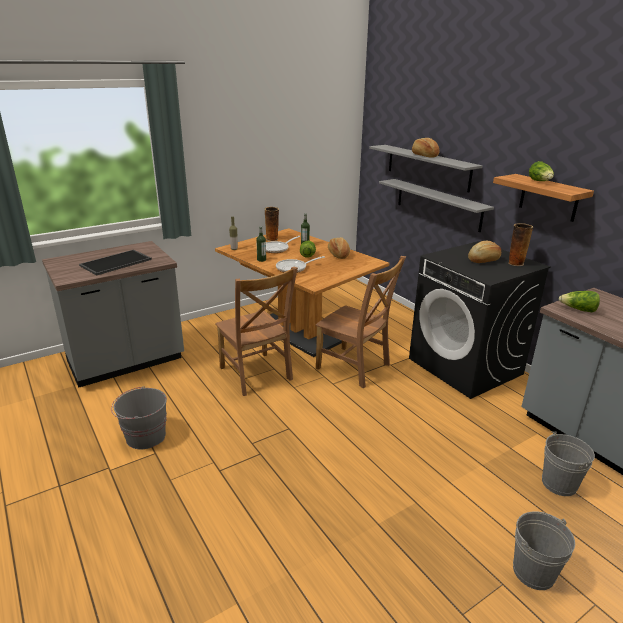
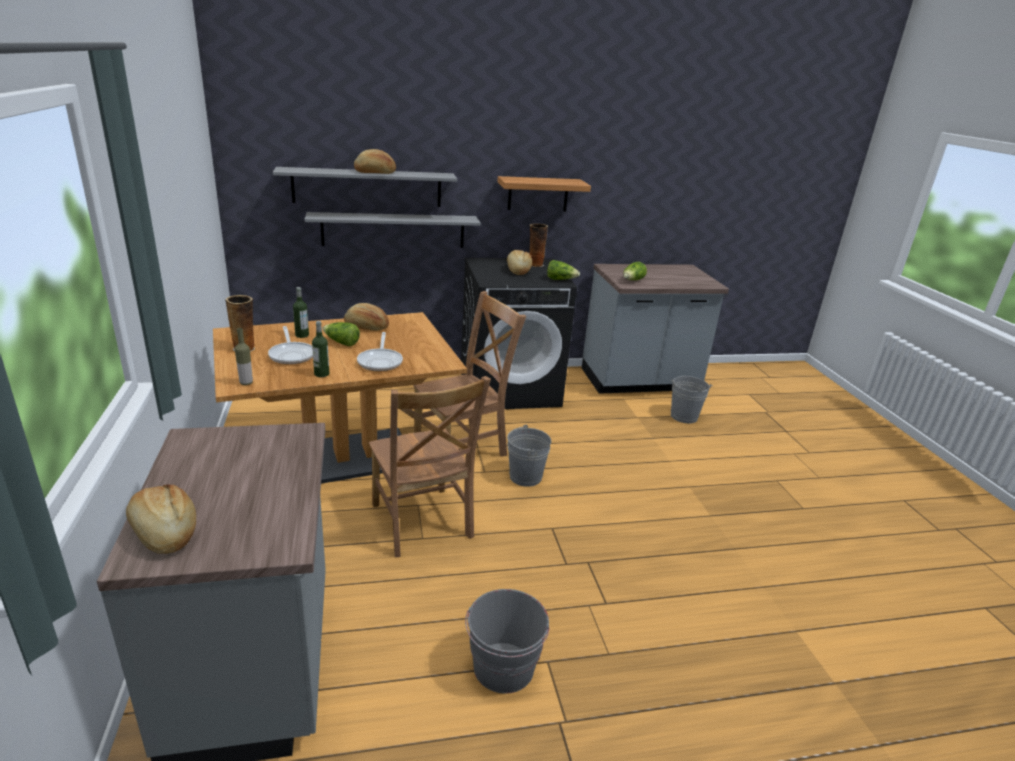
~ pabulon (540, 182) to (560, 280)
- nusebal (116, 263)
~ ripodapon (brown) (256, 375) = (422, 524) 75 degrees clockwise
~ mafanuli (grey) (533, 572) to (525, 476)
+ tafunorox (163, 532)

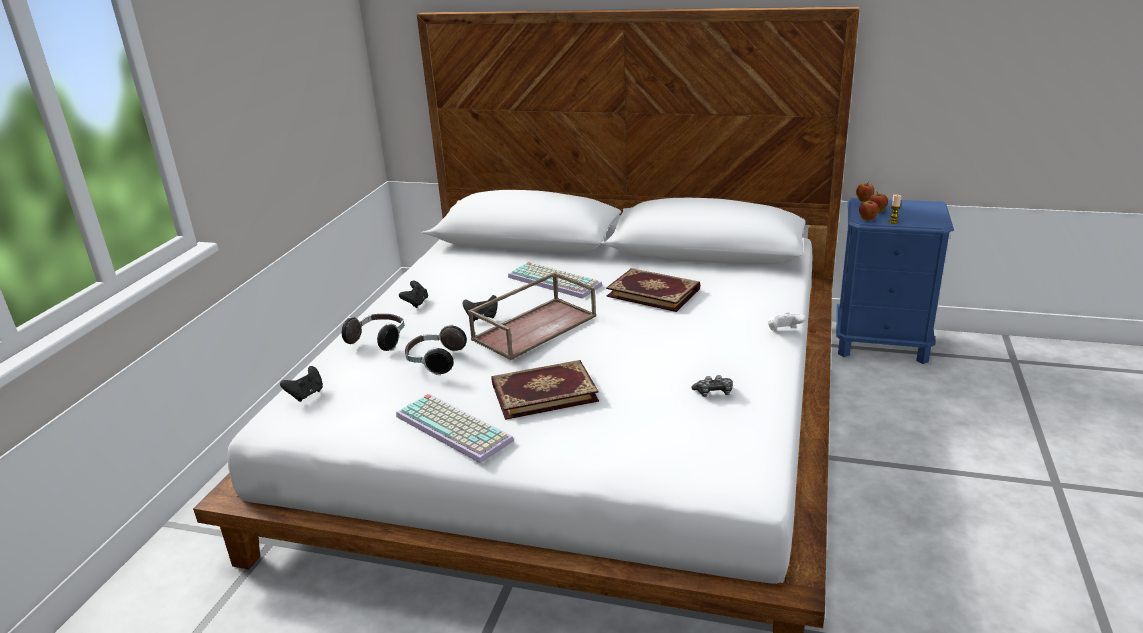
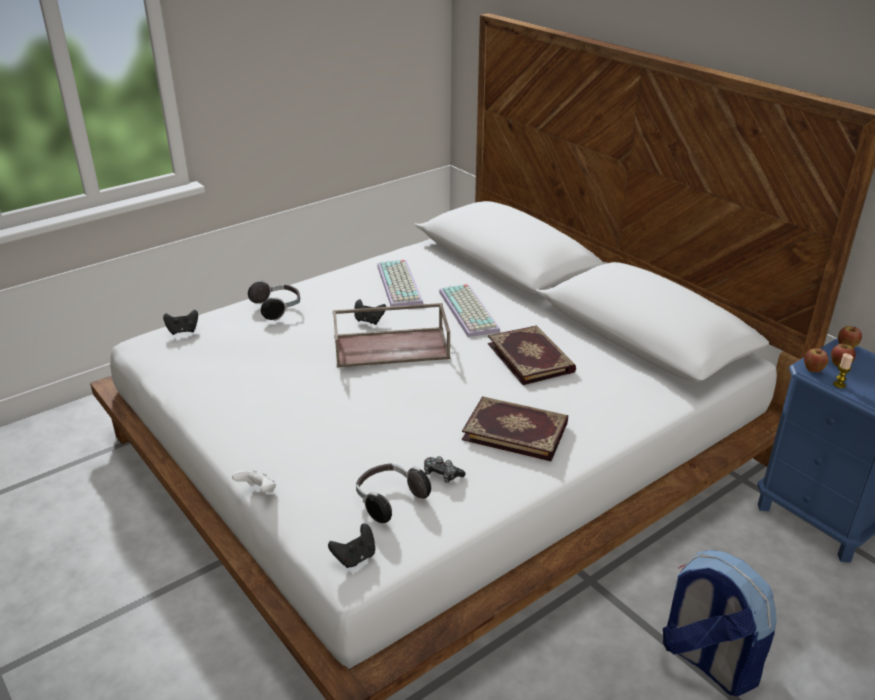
~ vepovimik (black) (416, 303) to (355, 557)
~ vepovimik (white) (783, 331) to (258, 491)
~ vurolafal (435, 361) to (389, 500)
~ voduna (544, 392) to (515, 430)
~ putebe (456, 428) to (401, 285)
+ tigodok (707, 661)

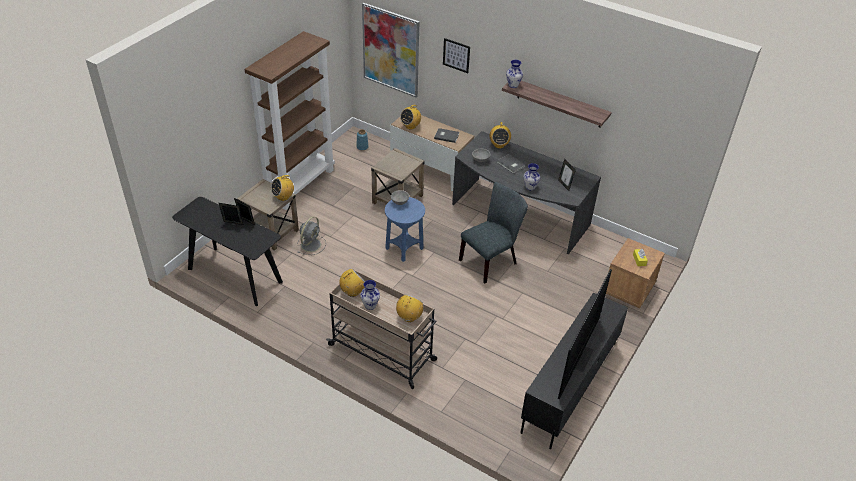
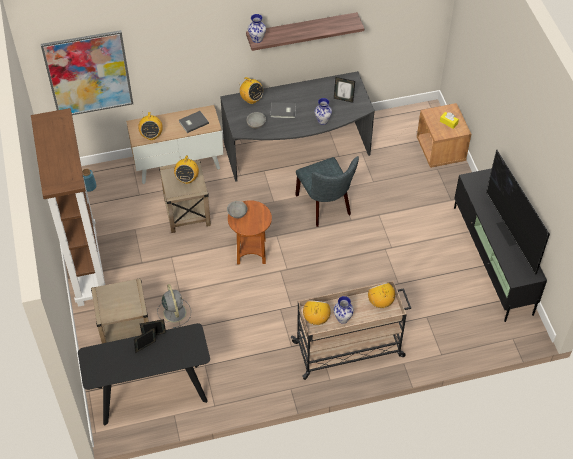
- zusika (456, 55)
~ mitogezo (283, 197) to (187, 179)
~ ripodapon (grey) (491, 260) = (325, 207) 150 degrees clockwise
~ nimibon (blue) (404, 249) to nimibon (brown) (251, 252)

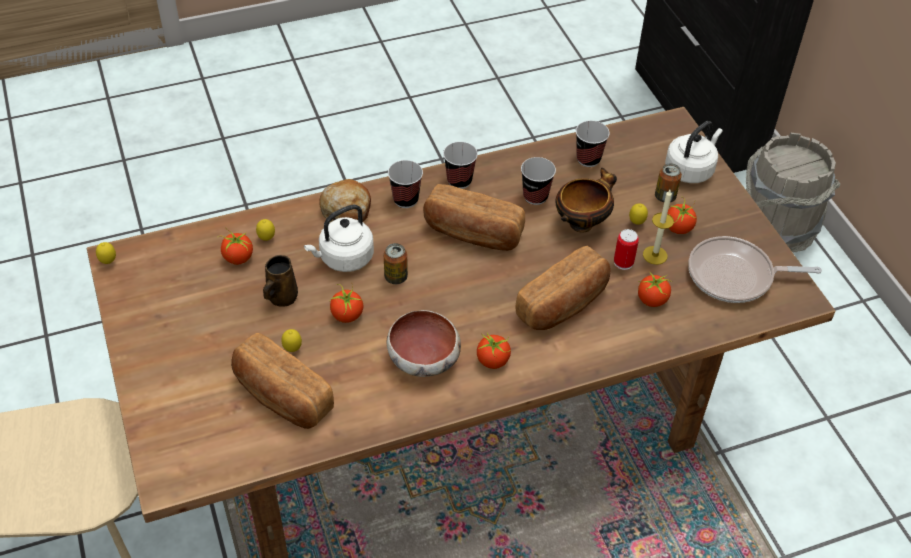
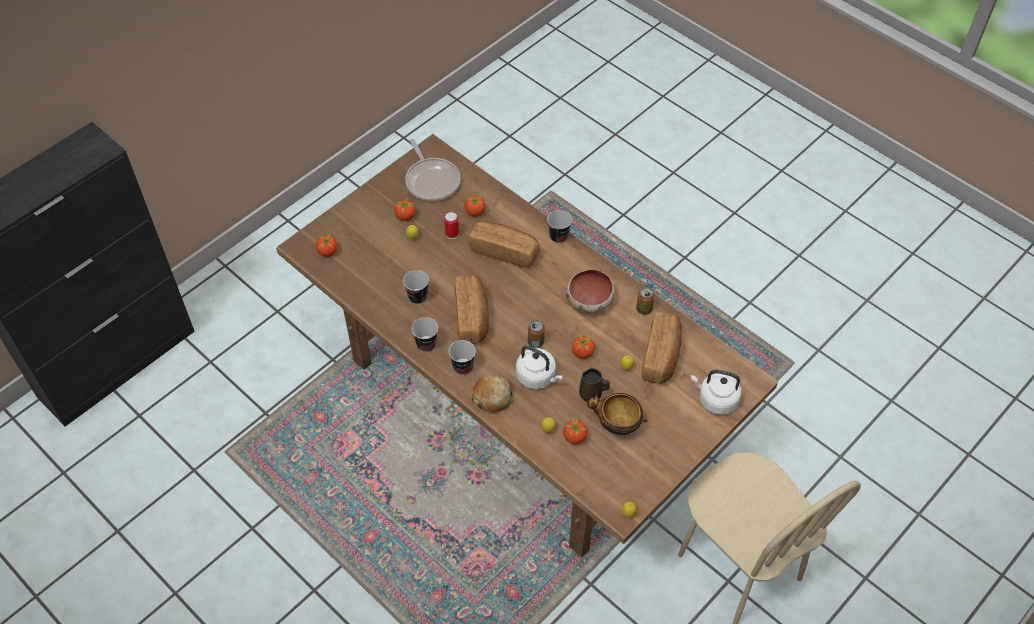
~ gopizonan (588, 159) to (558, 237)
~ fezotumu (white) (690, 169) to (715, 400)
- mafanuli (grey) (776, 228)
~ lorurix (665, 197) to (644, 309)
~ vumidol (582, 222) to (616, 426)
- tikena (655, 255)
~ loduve (493, 361) to (328, 252)

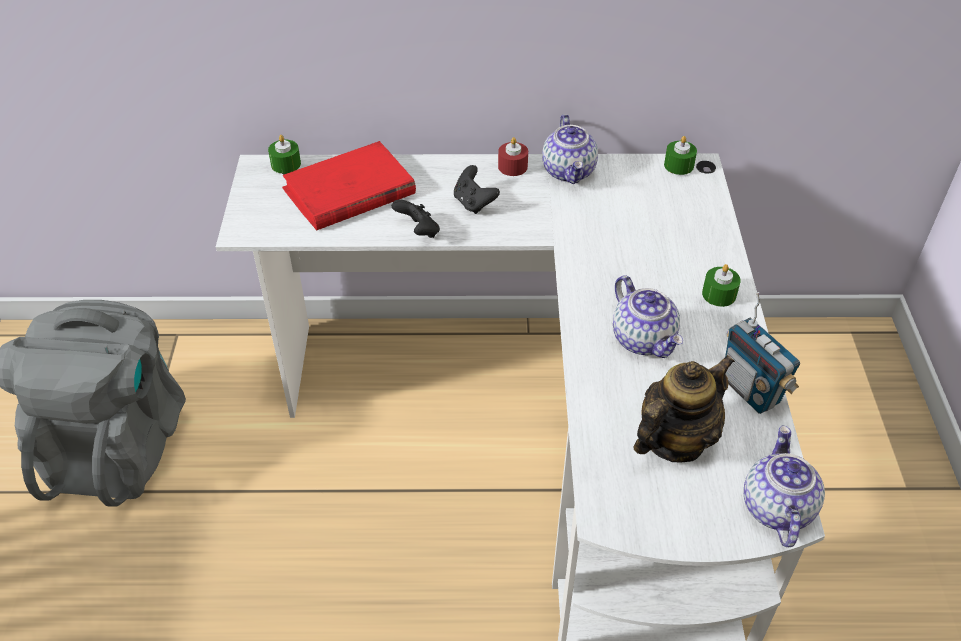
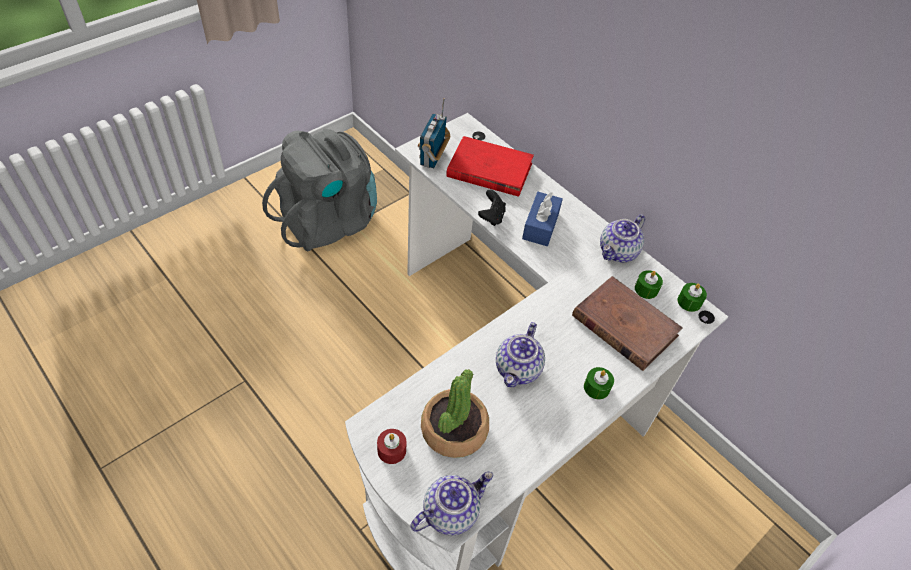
~ tikena (green) (286, 164) to (646, 289)
~ tikena (red) (512, 166) to (391, 450)
~ vepovimik (black) (474, 203) to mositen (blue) (540, 226)
~ mitogezo (751, 391) to (432, 158)
~ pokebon (674, 440) to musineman (454, 429)
+ voduna (brown) (624, 325)

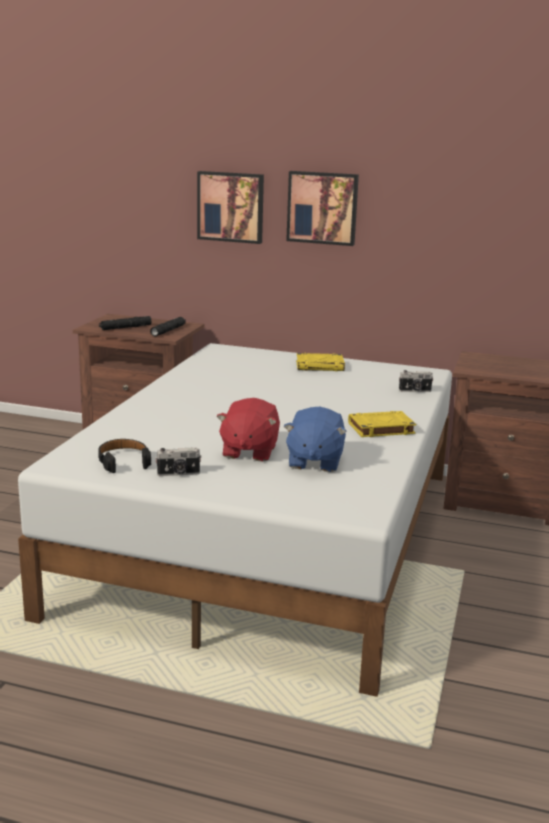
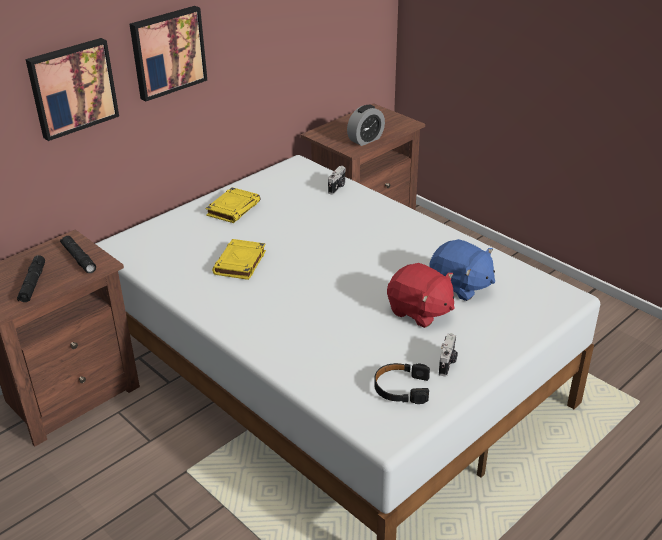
~ voduna (yellow) (380, 428) to (240, 263)
+ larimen (365, 140)

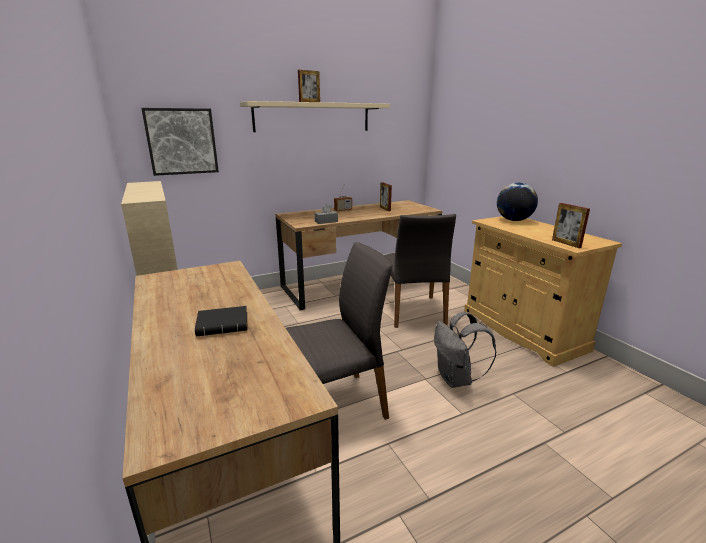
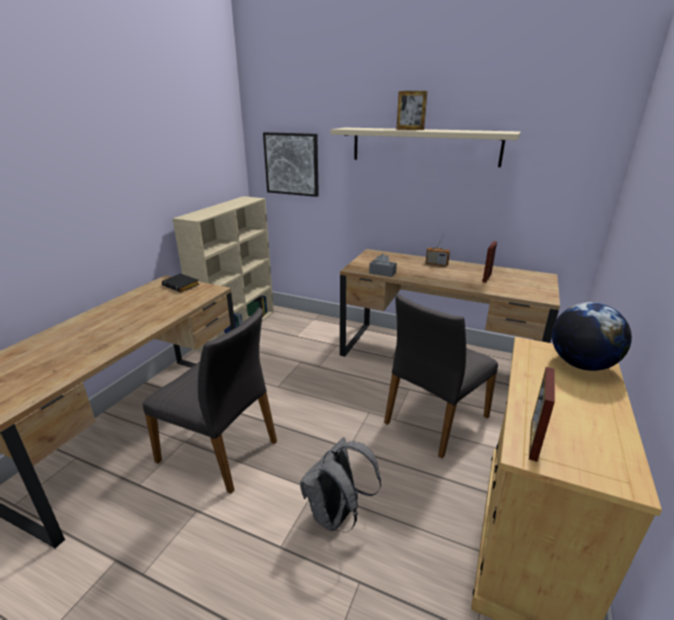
~ voduna (black) (224, 325) to (182, 286)

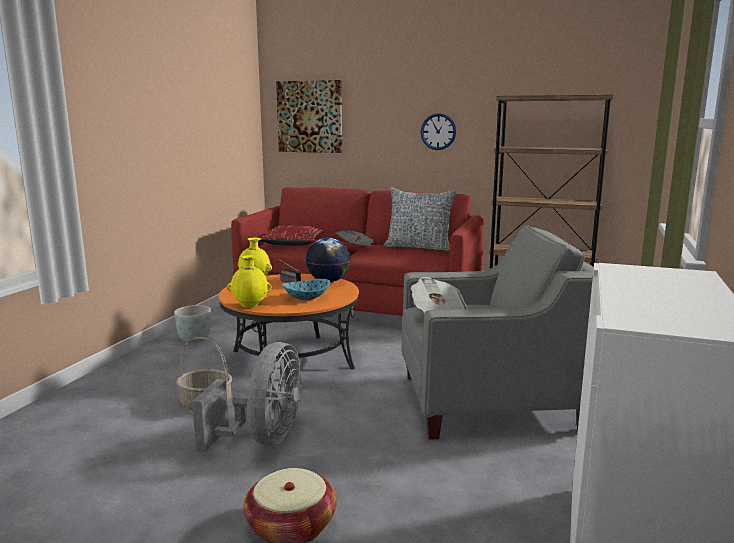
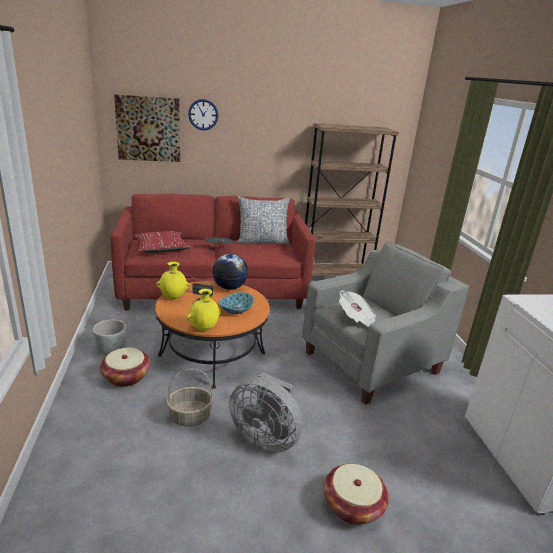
~ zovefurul (438, 131) to (203, 114)
~ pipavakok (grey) (263, 439) = (265, 437) 135 degrees clockwise
+ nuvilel (126, 377)

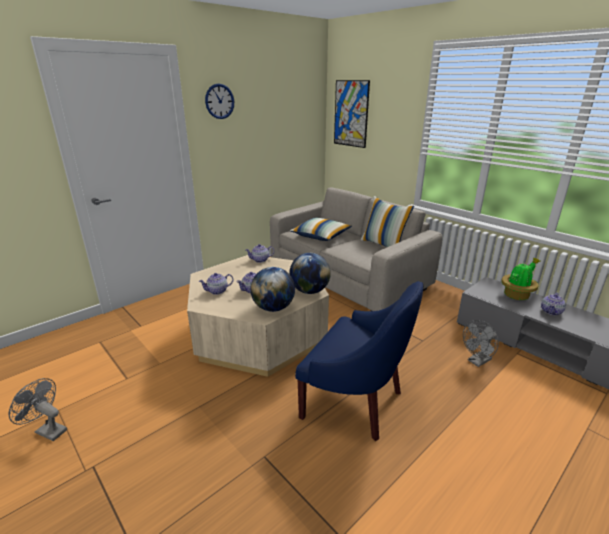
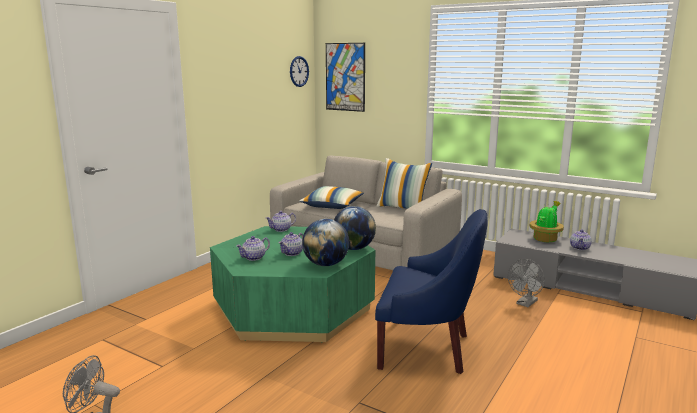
~ zovefurul (219, 101) to (299, 71)
~ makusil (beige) (259, 333) to makusil (green) (294, 308)

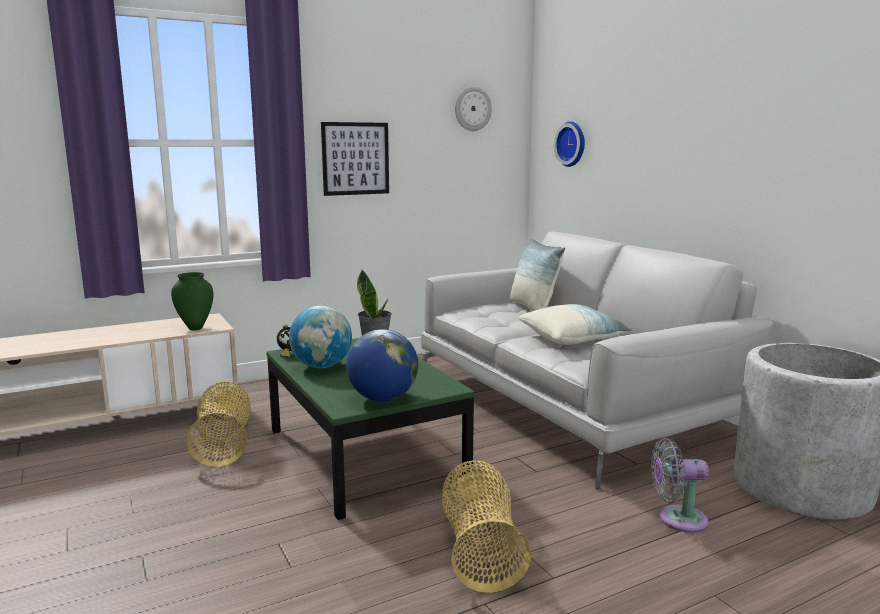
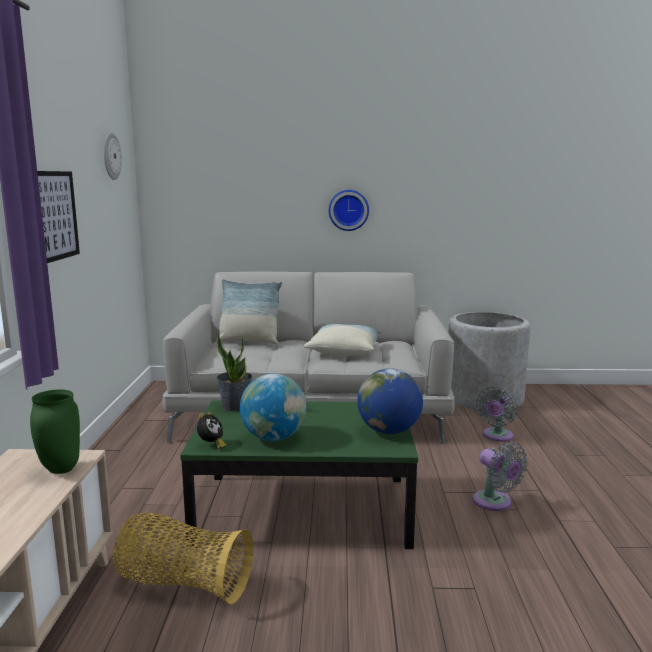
~ zovefurul (572, 144) to (348, 210)
~ nuvilel (480, 549) to pipavakok (grey) (495, 503)

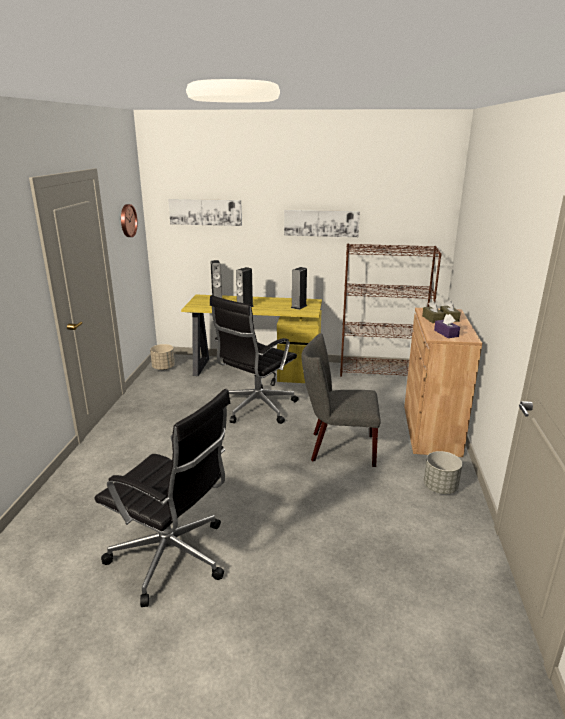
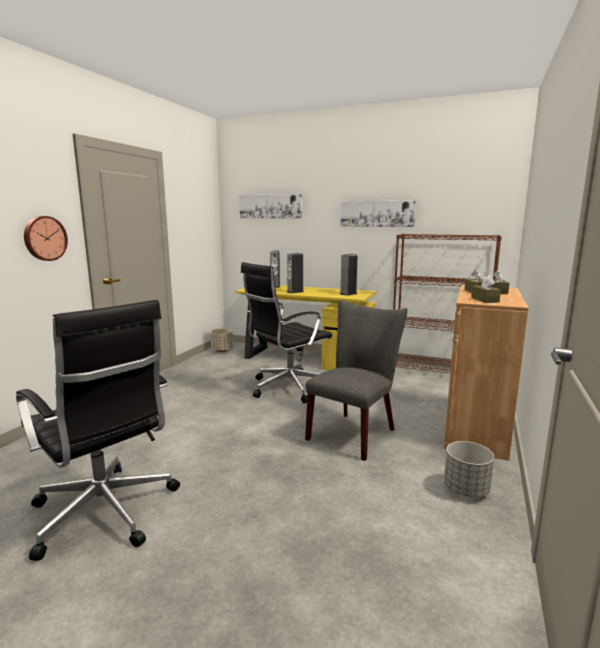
~ zovefurul (127, 220) to (44, 238)
~ mositen (purple) (446, 333) to mositen (brown) (484, 300)
~ ripodapon (grey) (338, 448) = (355, 432) 105 degrees clockwise

